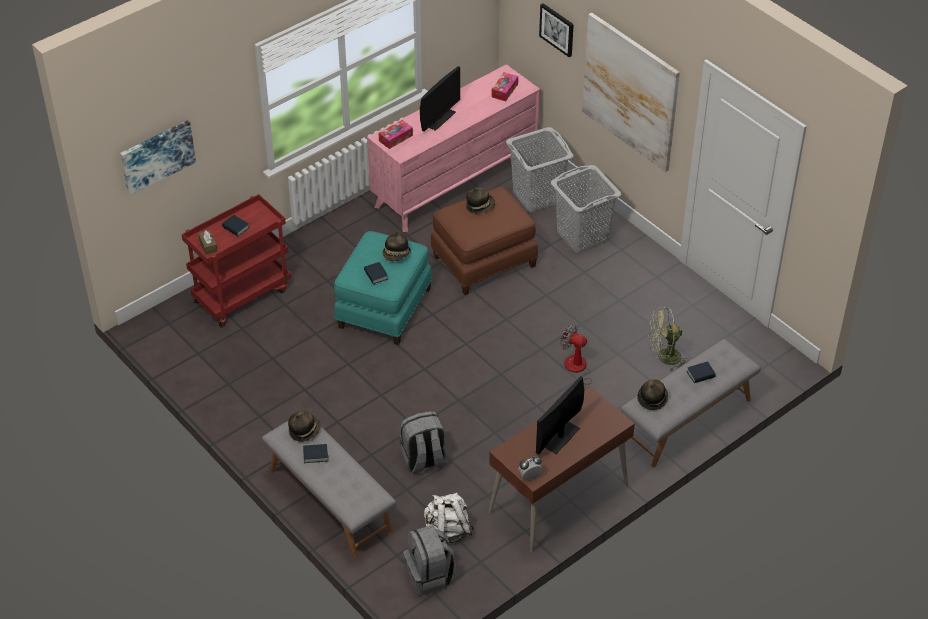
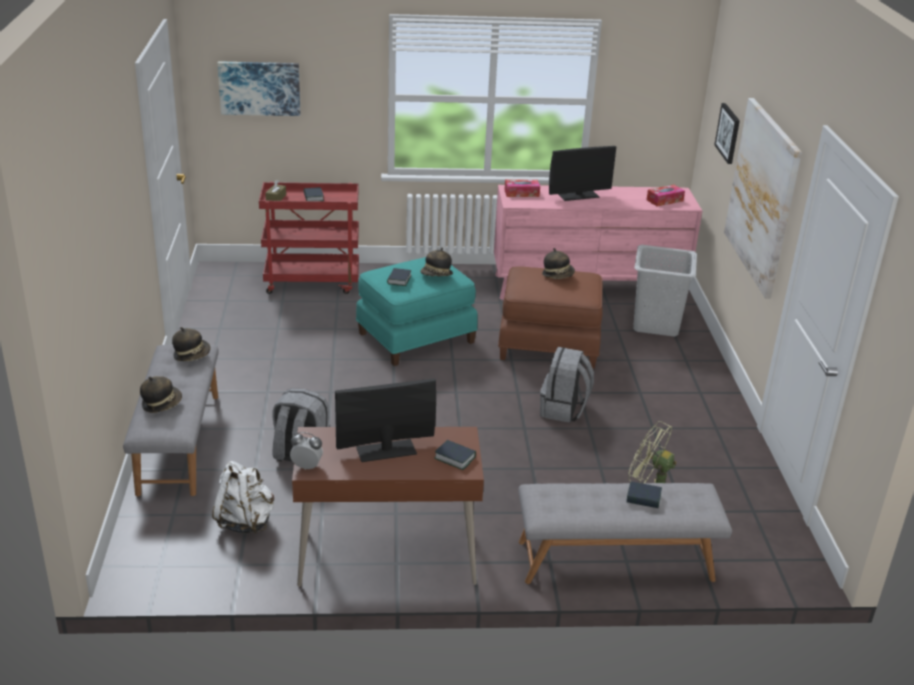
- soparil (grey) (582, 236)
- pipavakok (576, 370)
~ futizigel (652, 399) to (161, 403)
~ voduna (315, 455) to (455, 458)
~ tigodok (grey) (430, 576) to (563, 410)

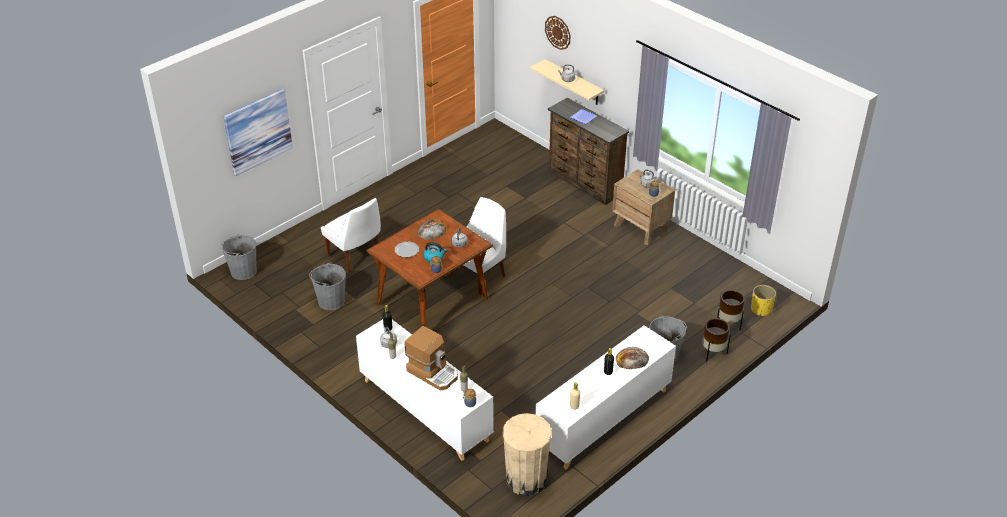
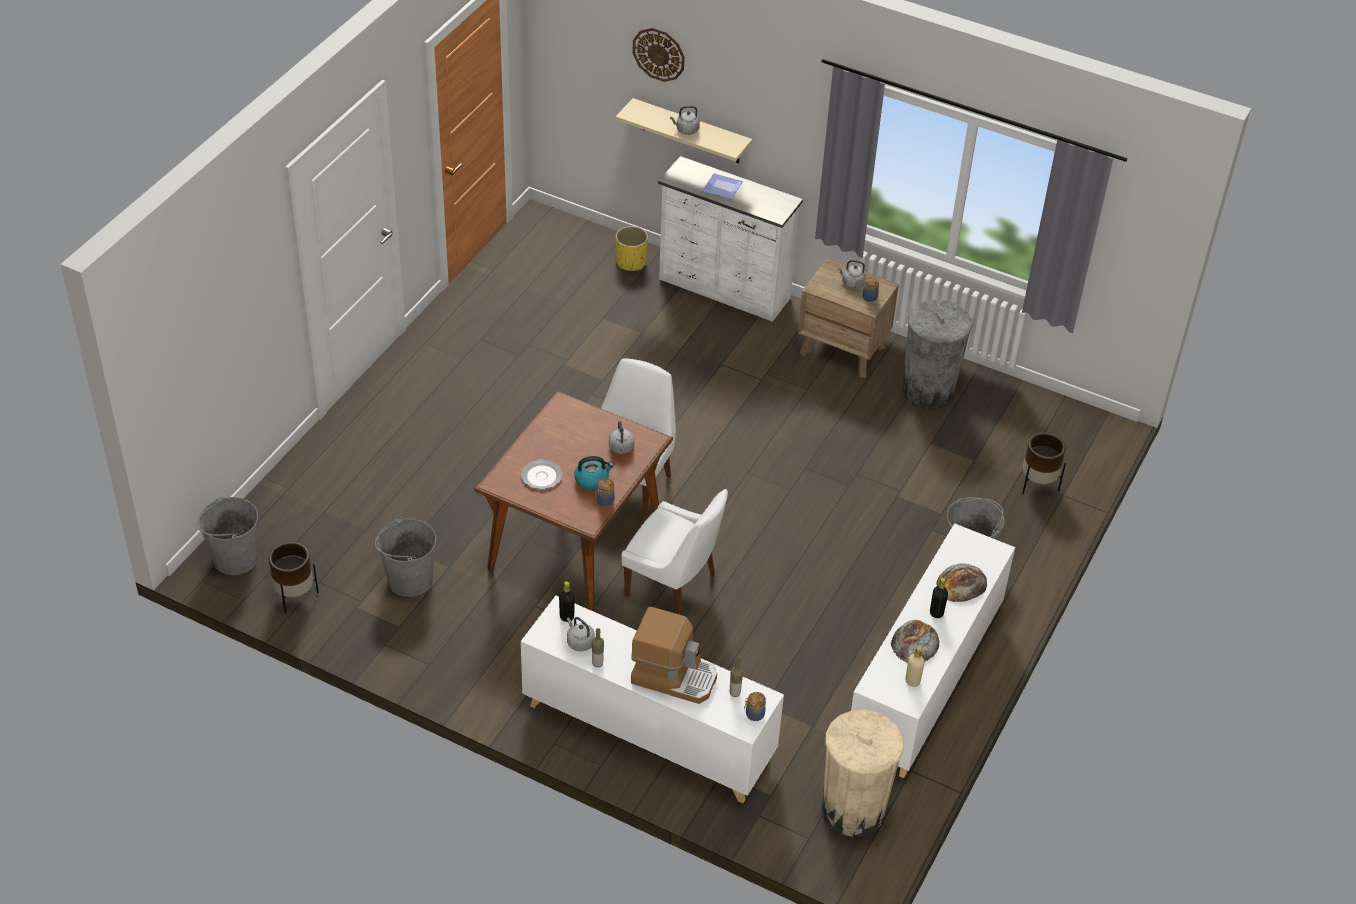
- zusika (258, 131)
~ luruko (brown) (584, 183) to luruko (white) (724, 290)
~ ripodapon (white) (355, 256) to (674, 586)
~ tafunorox (431, 230) to (915, 642)
~ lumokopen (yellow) (761, 309) to (631, 262)
~ lumokopen (brown) (713, 352) to (295, 596)
+ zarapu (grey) (928, 392)

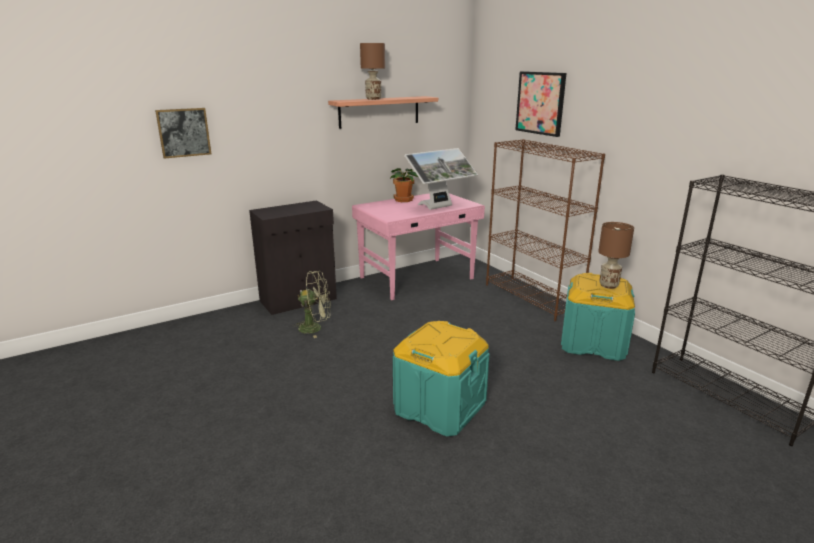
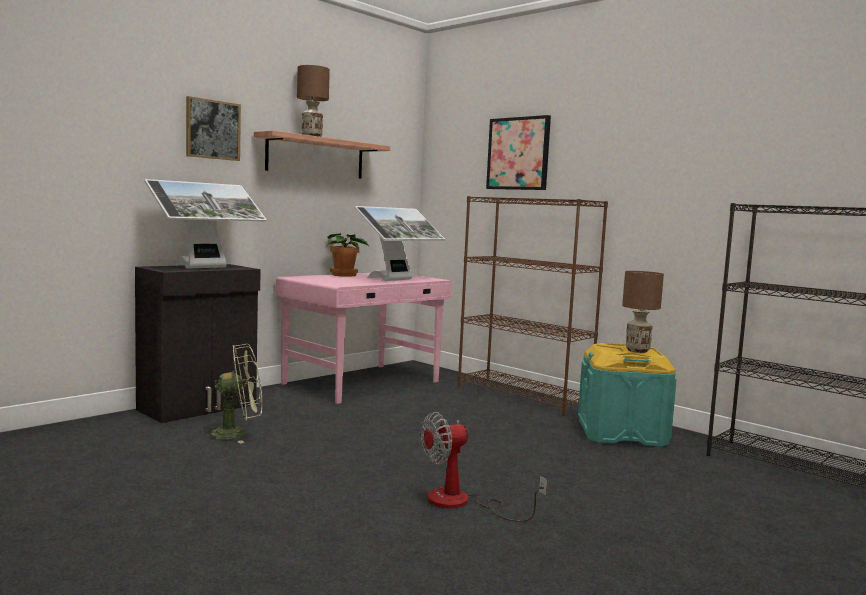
~ zusika (184, 132) to (213, 129)
~ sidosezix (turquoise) (440, 407) to pipavakok (462, 503)
+ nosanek (206, 267)

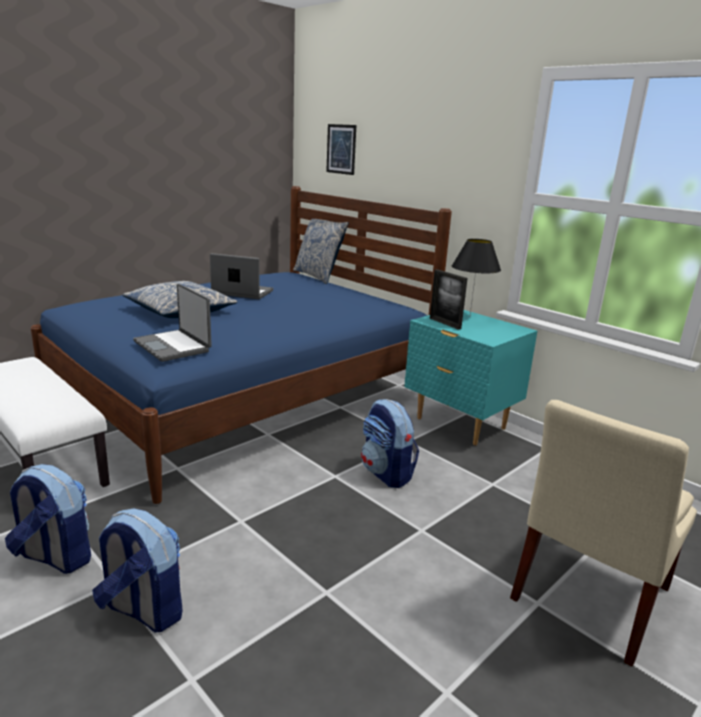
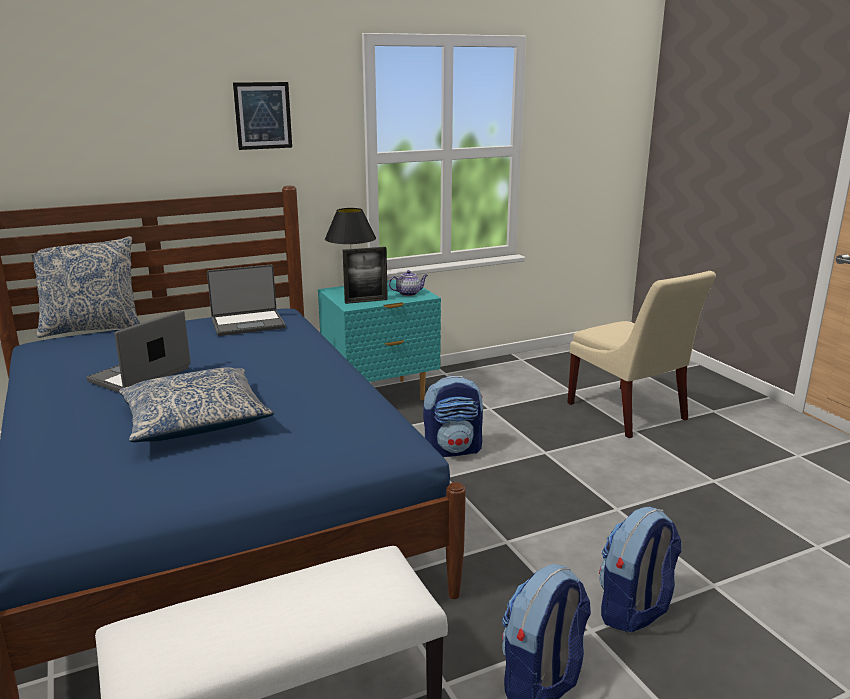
~ zusika (341, 149) to (263, 115)
~ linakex (173, 346) to (248, 324)
+ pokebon (409, 293)

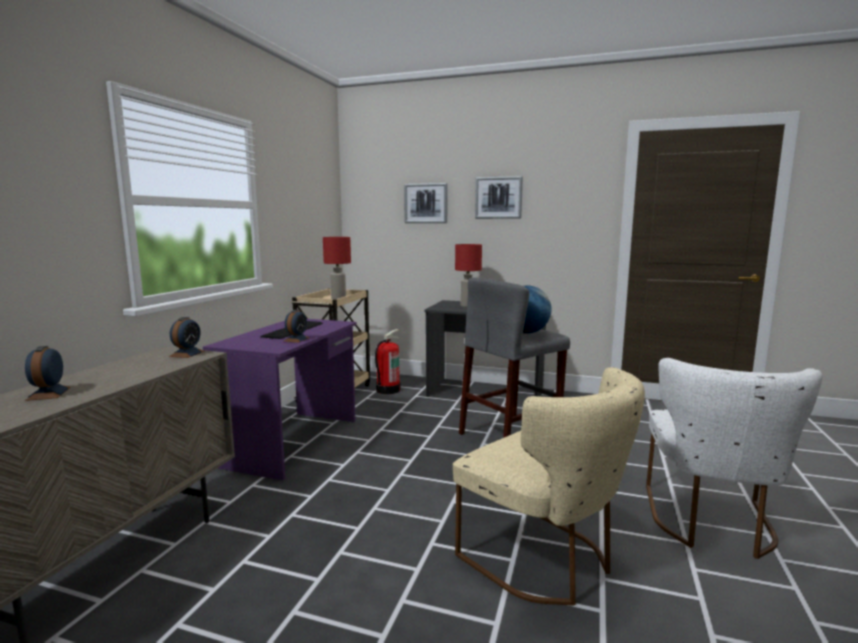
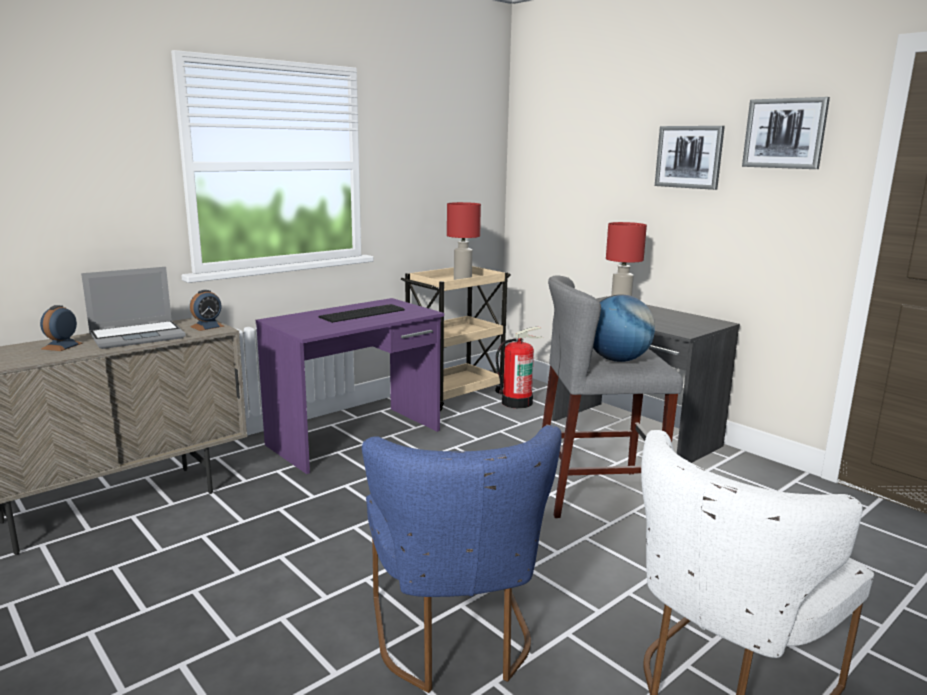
~ zusika (426, 203) to (784, 133)
- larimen (296, 339)
~ ripodapon (beige) (545, 561) to ripodapon (blue) (455, 640)
+ linakex (138, 336)

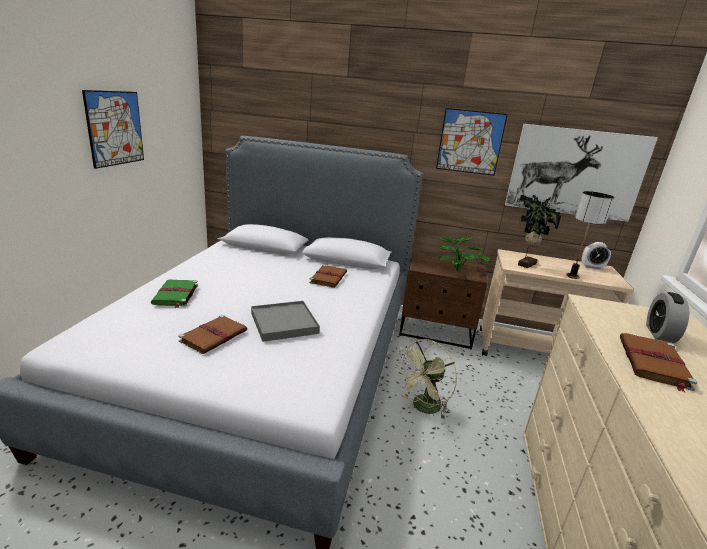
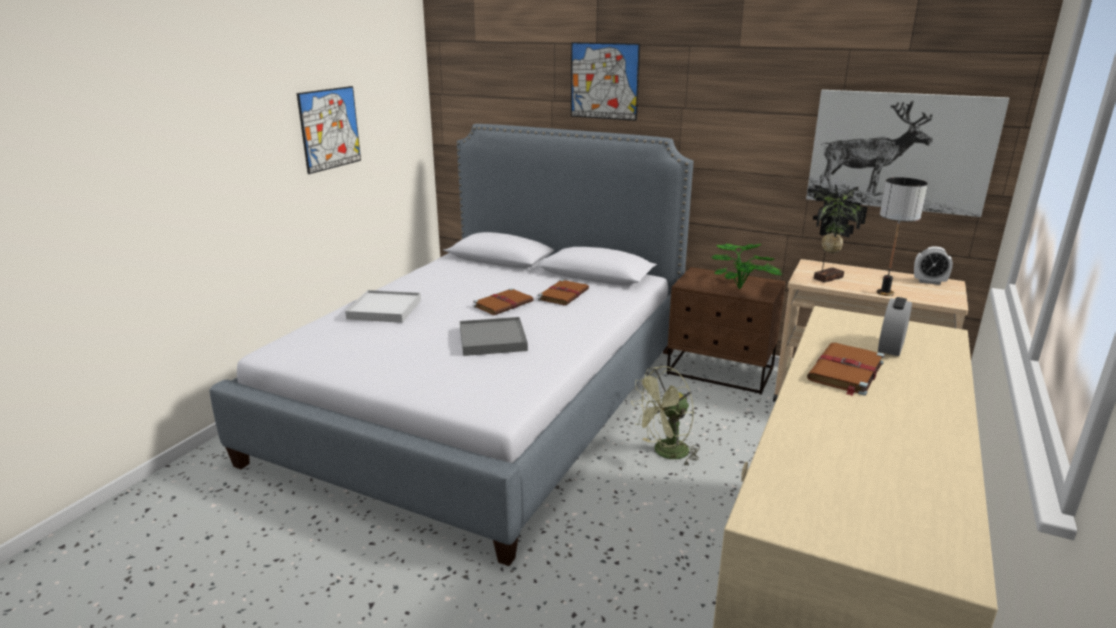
~ zusika (470, 142) to (604, 81)
~ voduna (green) (175, 295) to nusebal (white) (385, 309)
~ voduna (brown) (214, 335) to (504, 304)

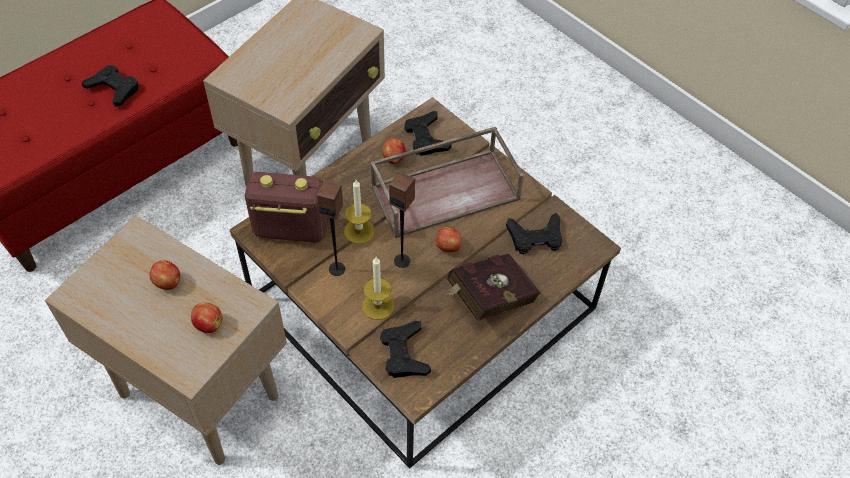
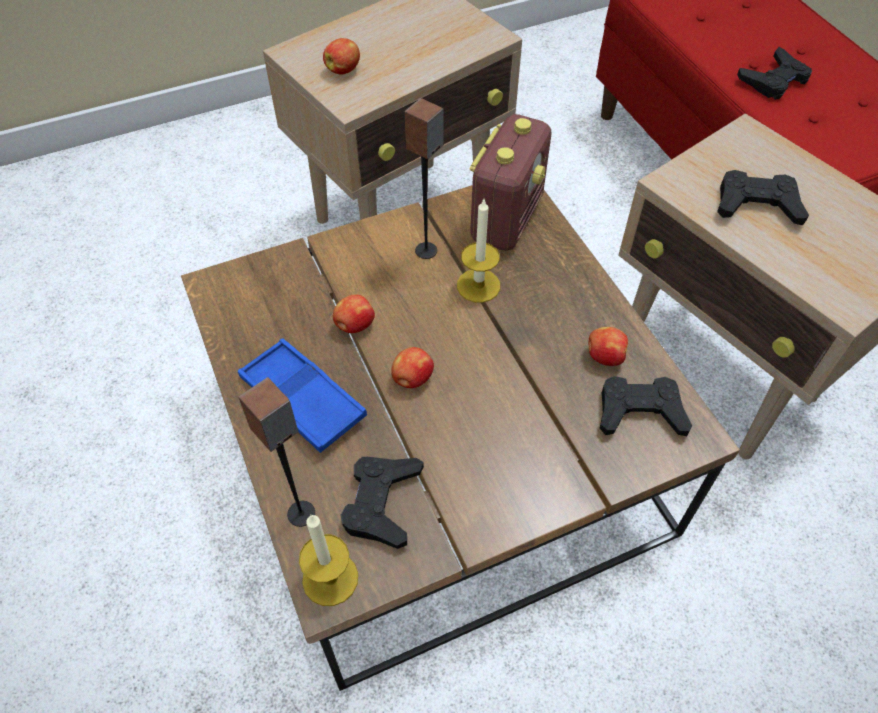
- nusebal (brown) (446, 191)
~ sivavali (402, 260) to (301, 514)
~ voduna (red) (487, 299) to nusebal (blue) (302, 399)
~ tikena (378, 306) to (330, 578)
~ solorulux (168, 283) to (354, 325)
~ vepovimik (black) (404, 353) to (757, 205)

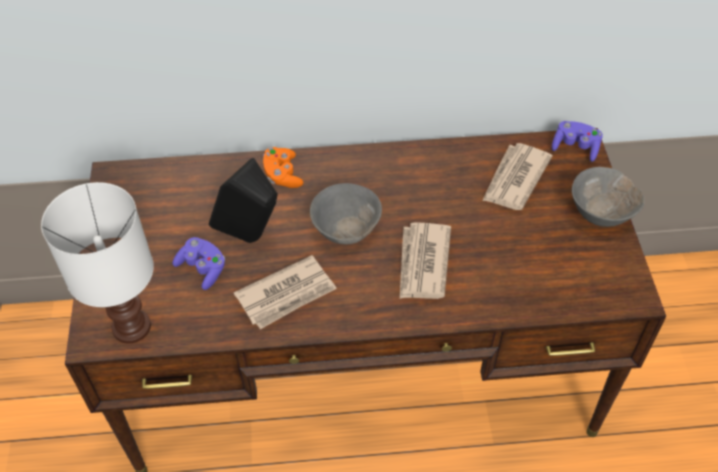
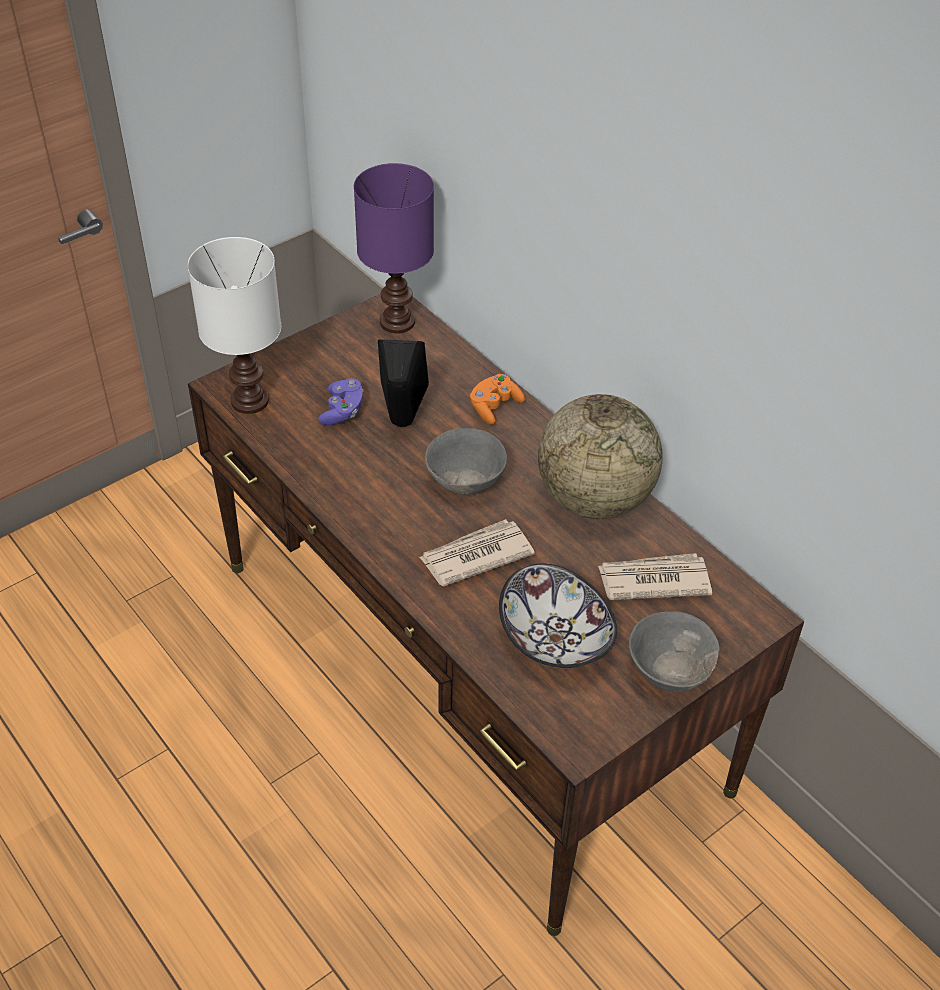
- vepovimik (purple) (575, 147)
- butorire (287, 294)
+ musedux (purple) (396, 323)
+ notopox (594, 499)
+ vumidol (556, 639)

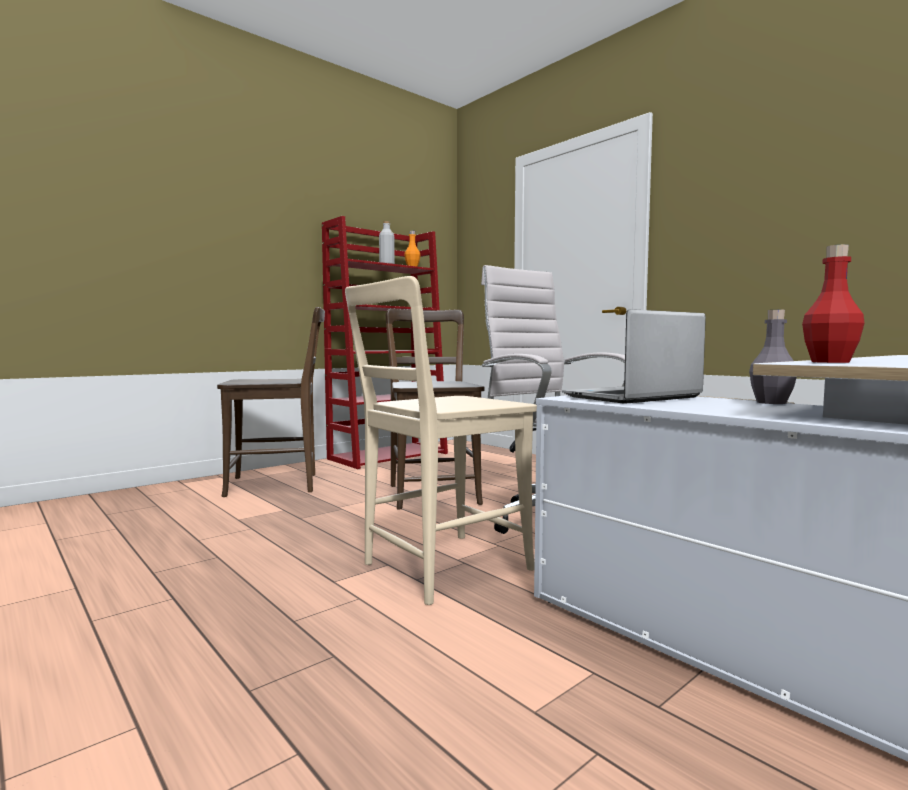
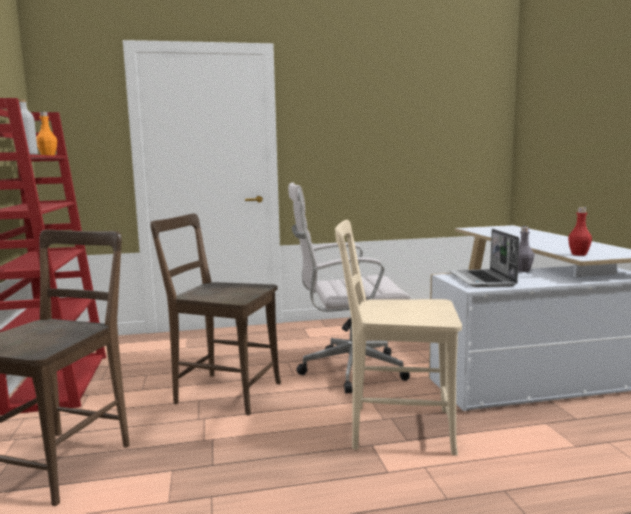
~ ripodapon (beige) (439, 568) = (395, 428) 105 degrees clockwise

